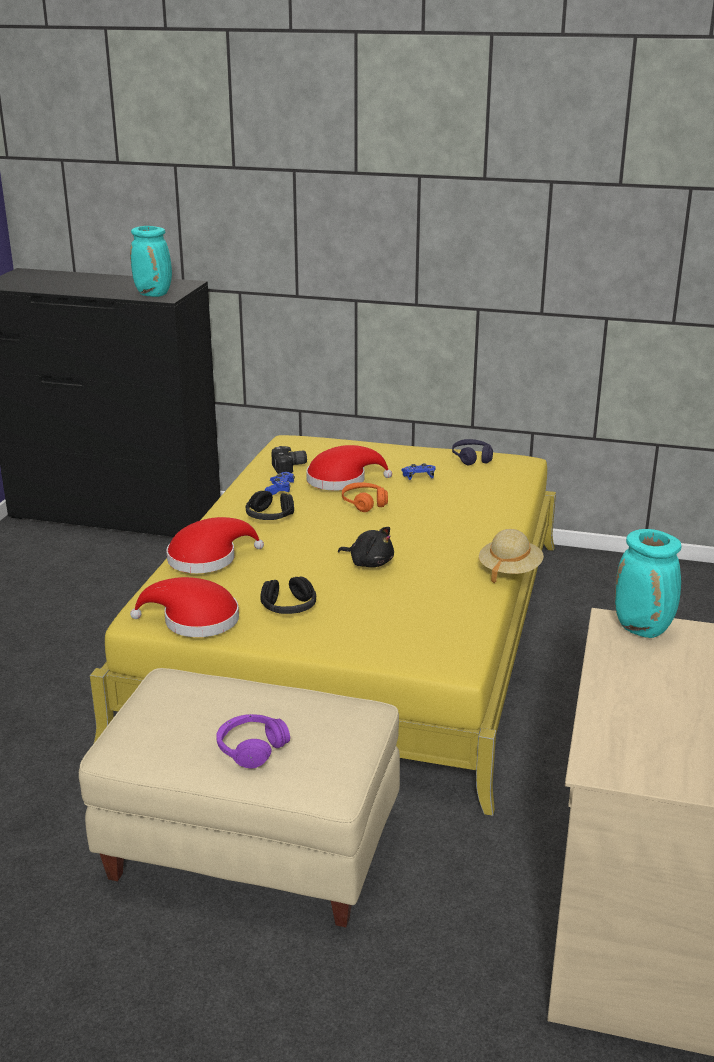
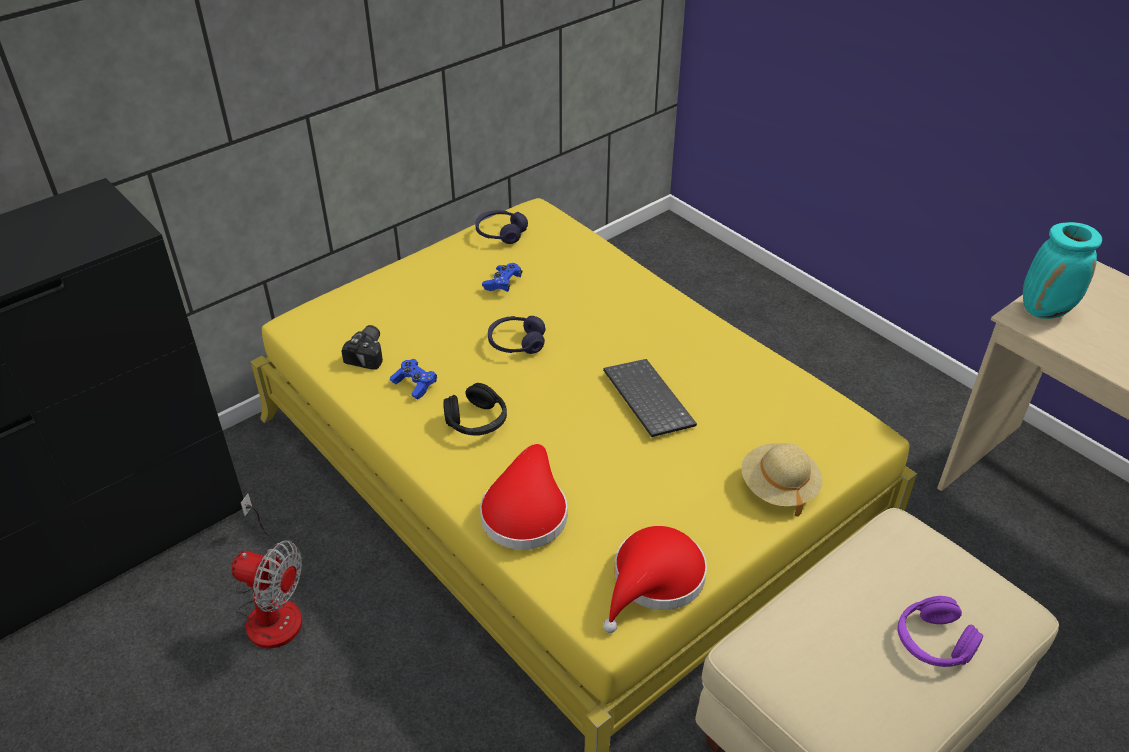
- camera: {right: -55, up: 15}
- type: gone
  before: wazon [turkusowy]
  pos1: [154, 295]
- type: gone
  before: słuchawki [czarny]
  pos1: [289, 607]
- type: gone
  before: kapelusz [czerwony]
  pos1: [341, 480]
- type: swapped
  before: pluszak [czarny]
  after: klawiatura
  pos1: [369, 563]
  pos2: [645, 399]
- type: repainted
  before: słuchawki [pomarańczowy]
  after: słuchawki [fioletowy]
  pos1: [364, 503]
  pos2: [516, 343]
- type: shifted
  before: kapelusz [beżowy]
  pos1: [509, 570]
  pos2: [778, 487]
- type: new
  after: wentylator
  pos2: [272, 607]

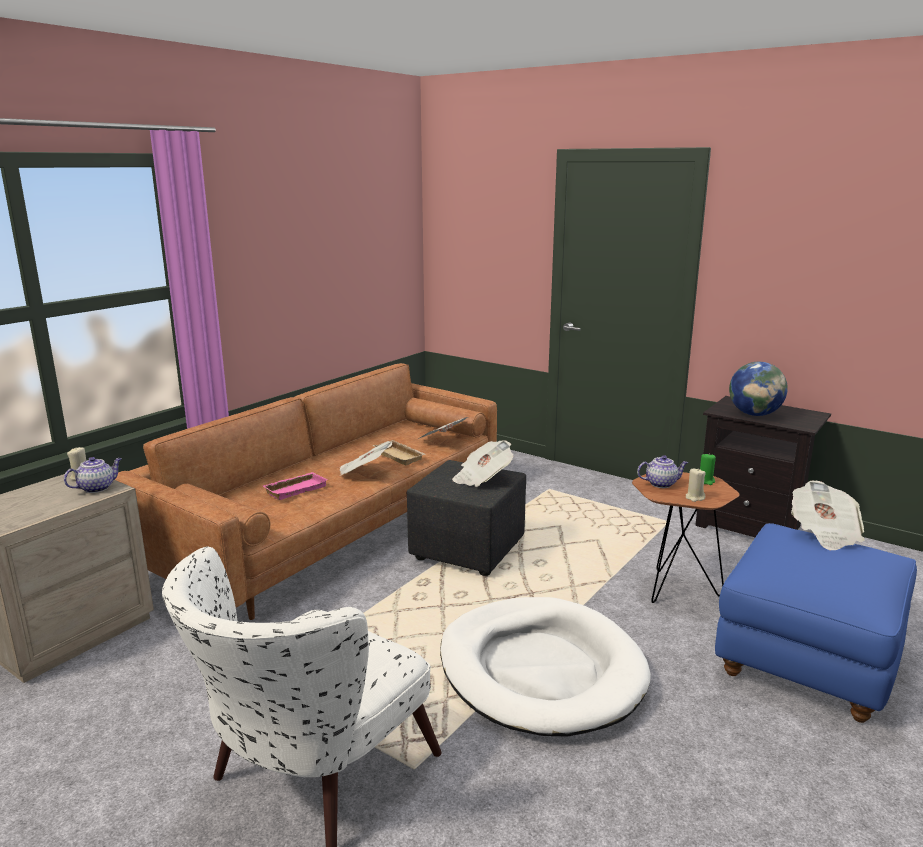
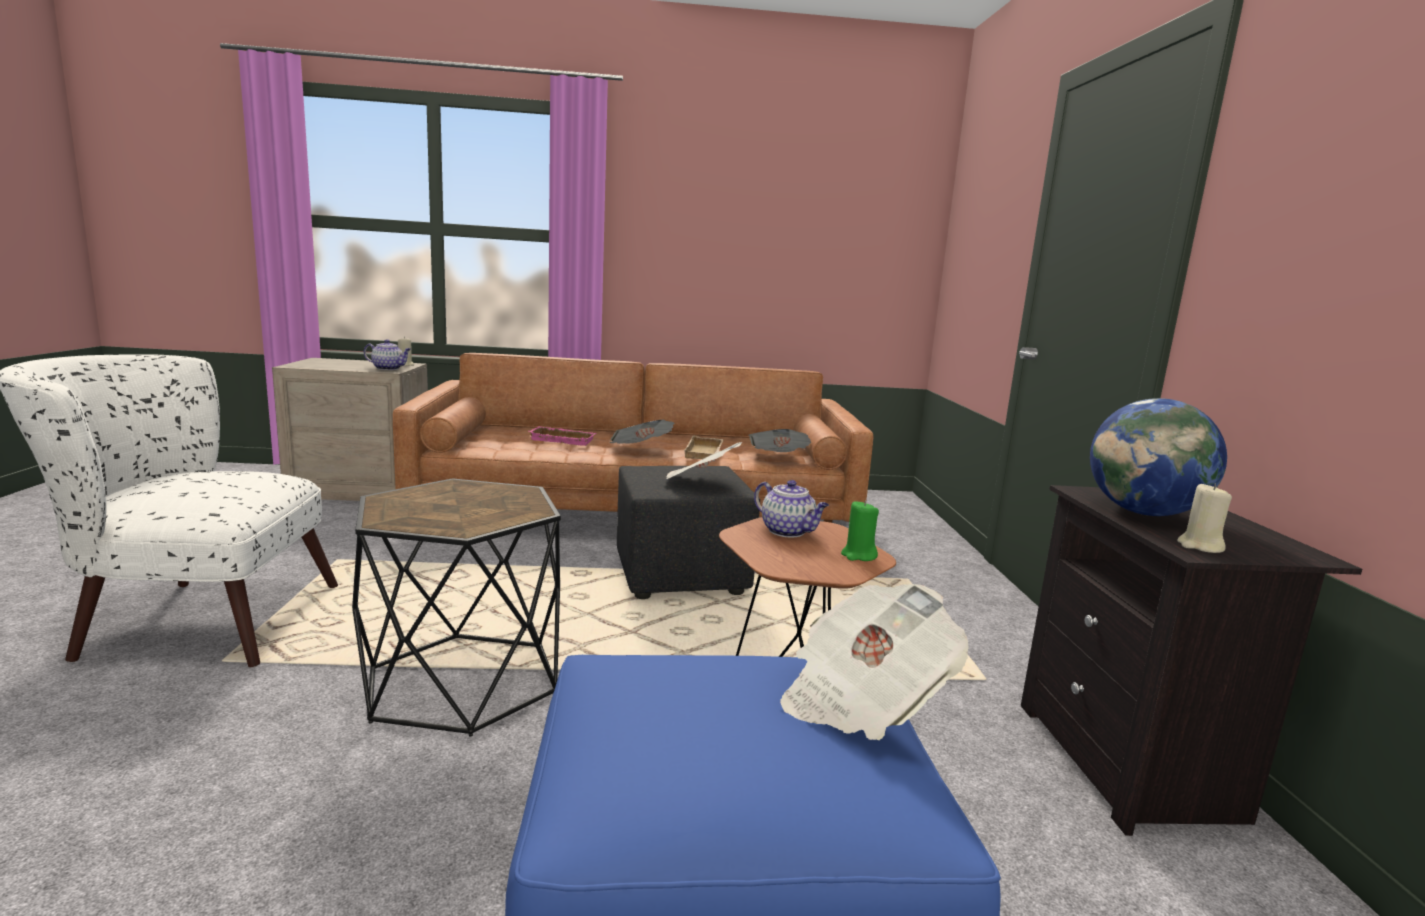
- camera: {right: 50, up: -5}
- type: swapped
  before: legowisko [biały]
  after: stolik [czarny]
  pos1: [540, 670]
  pos2: [463, 682]
- type: shifted
  before: świeca [beżowy]
  pos1: [694, 497]
  pos2: [1200, 546]

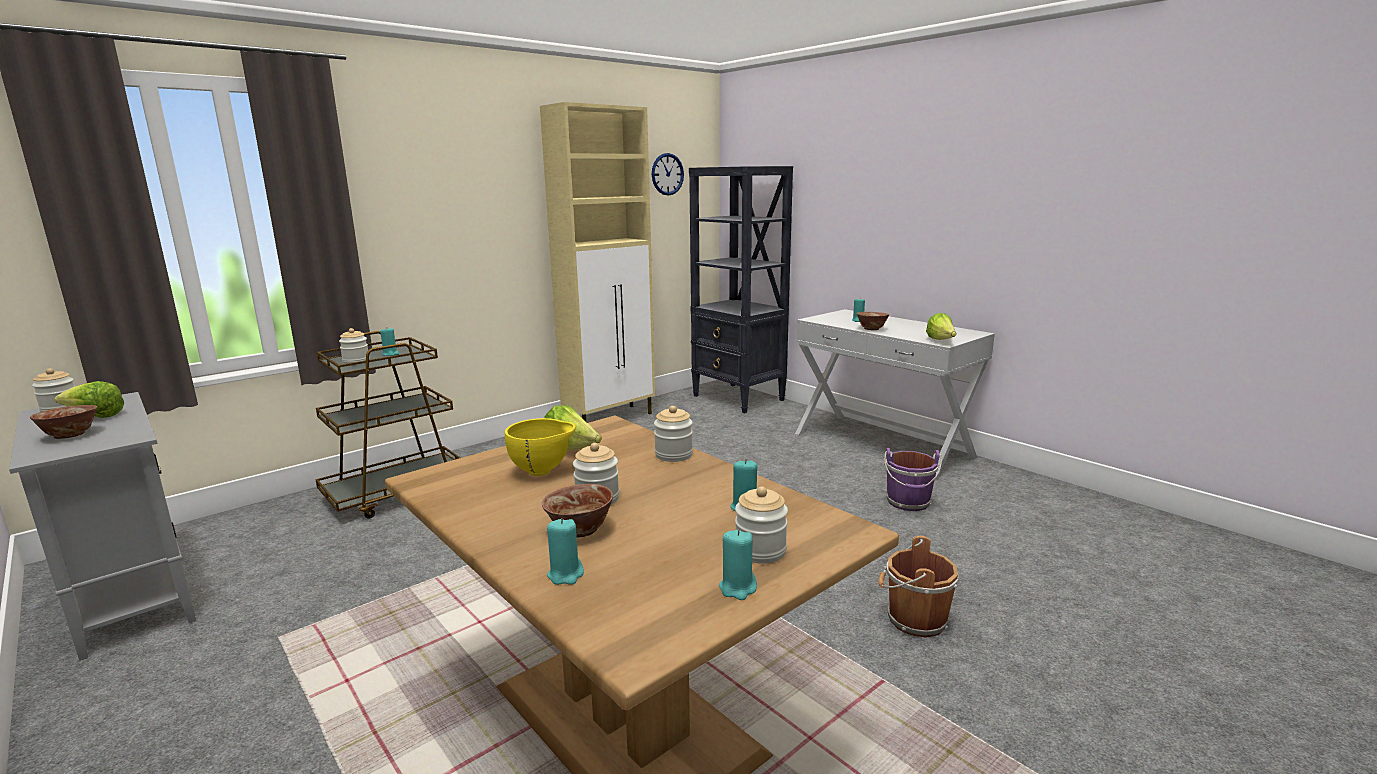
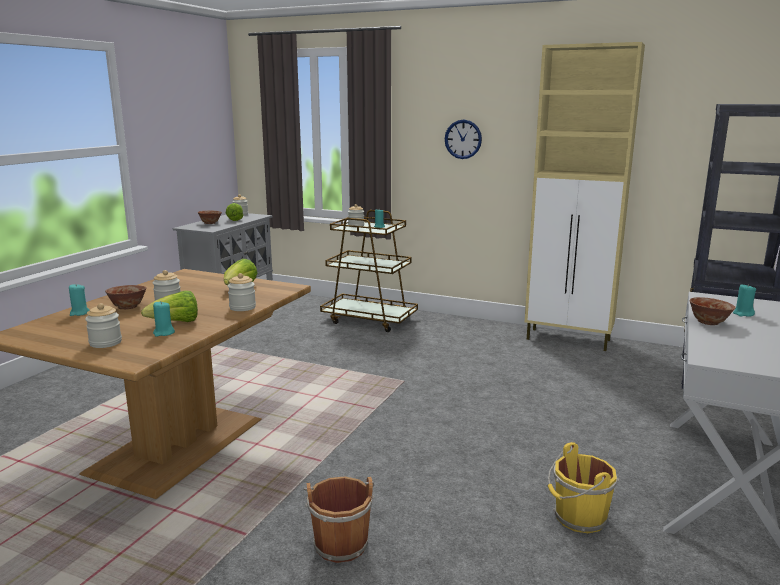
- camera: {right: 65, up: 0}
- type: gone
  before: miska [żółty]
  pos1: [543, 471]
- type: shifted
  before: zegar ścienny
  pos1: [667, 174]
  pos2: [463, 139]
- type: gone
  before: świeca [turkusowy]
  pos1: [738, 588]
- type: repainted
  before: wiadro [fioletowy]
  after: wiadro [żółty]
  pos1: [908, 503]
  pos2: [578, 518]
- type: shifted
  before: sałata
  pos1: [941, 341]
  pos2: [176, 323]

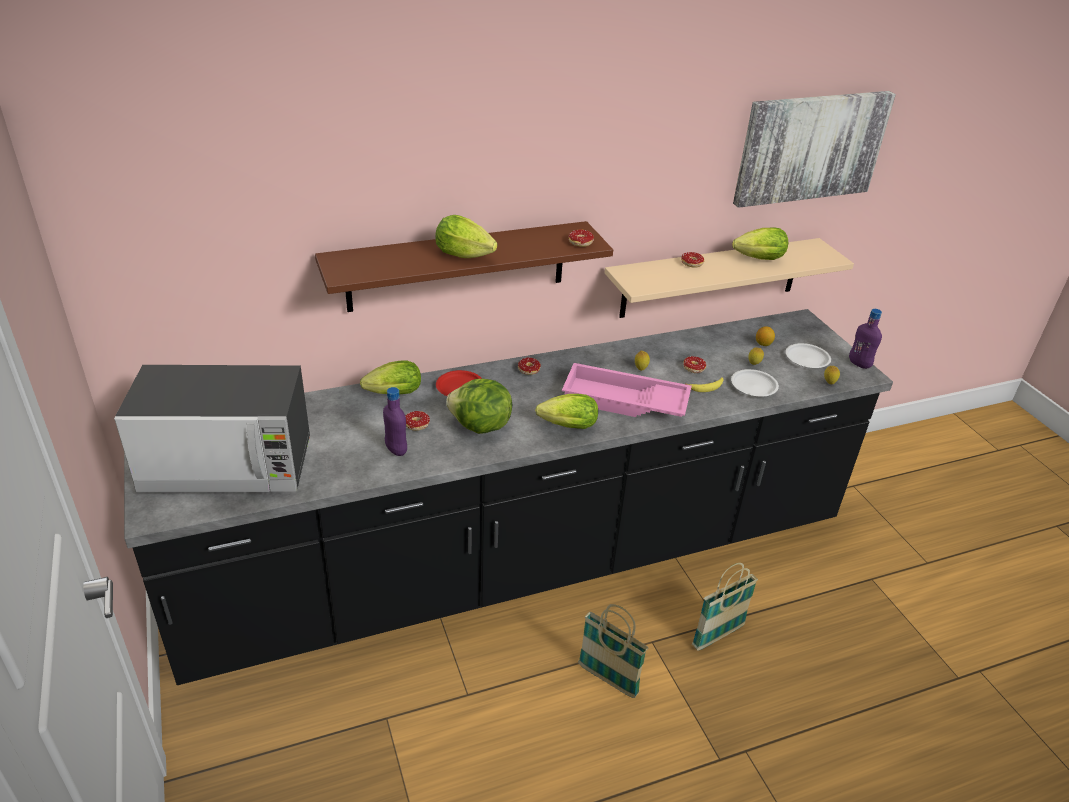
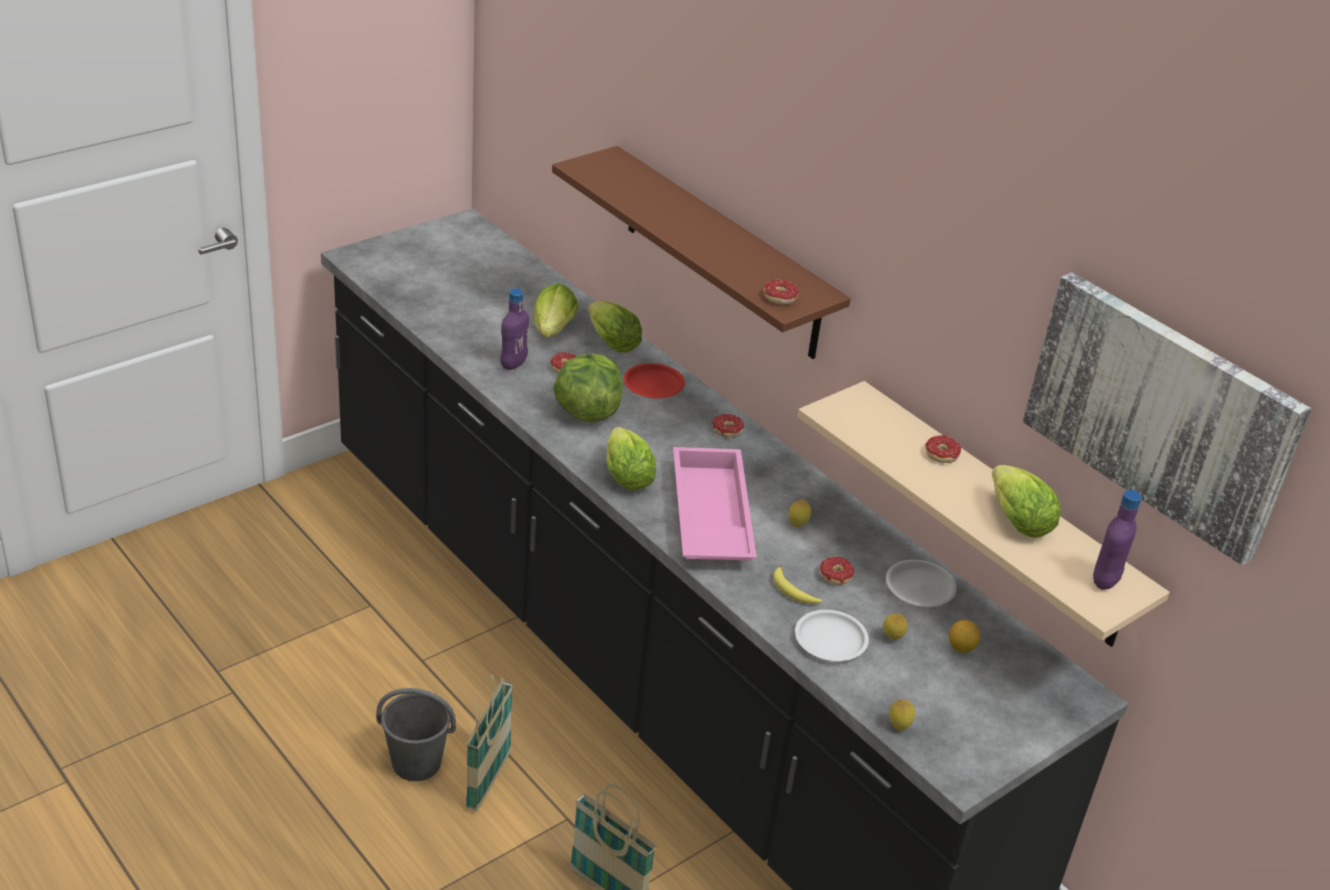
- camera: {right: 70, up: 0}
- type: gone
  before: mikrofalówka
  pos1: [228, 465]
- type: shifted
  before: sałata
  pos1: [467, 256]
  pos2: [552, 332]
- type: shifted
  before: talerz [biały]
  pos1: [807, 359]
  pos2: [920, 588]
- type: shifted
  before: butelka [fioletowy]
  pos1: [859, 364]
  pos2: [1105, 580]
- type: new
  after: wiadro [szary]
  pos2: [415, 763]

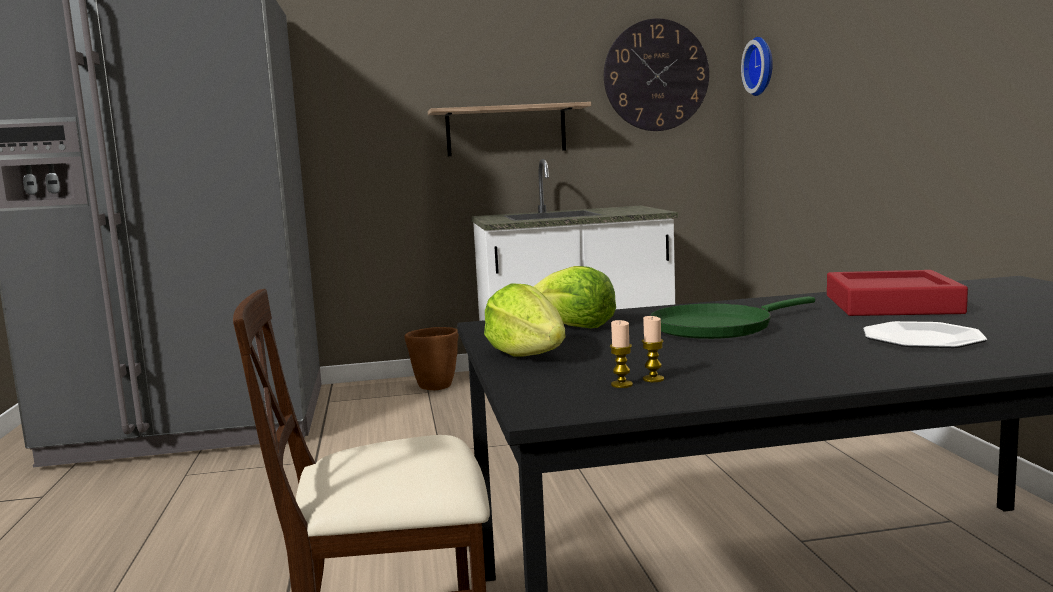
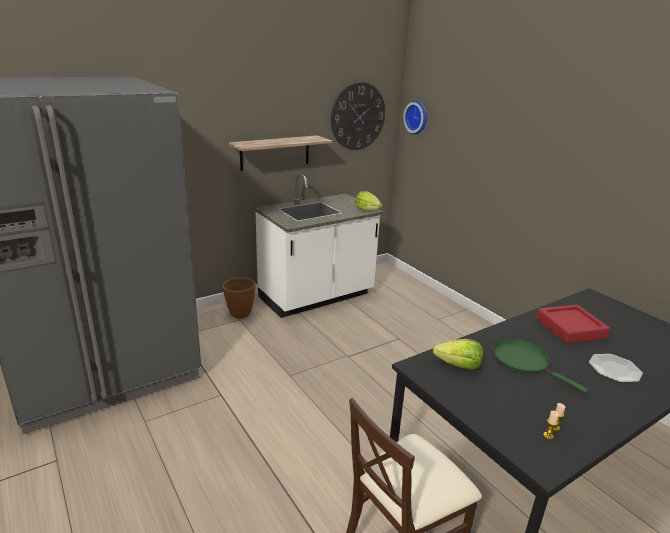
- camera: {right: -25, up: 15}
- type: shifted
  before: sałata
  pos1: [528, 355]
  pos2: [367, 209]
- type: rotated
  before: patelnia [zielony]
  pos1: [716, 327]
  pos2: [524, 361]
  turn: 105

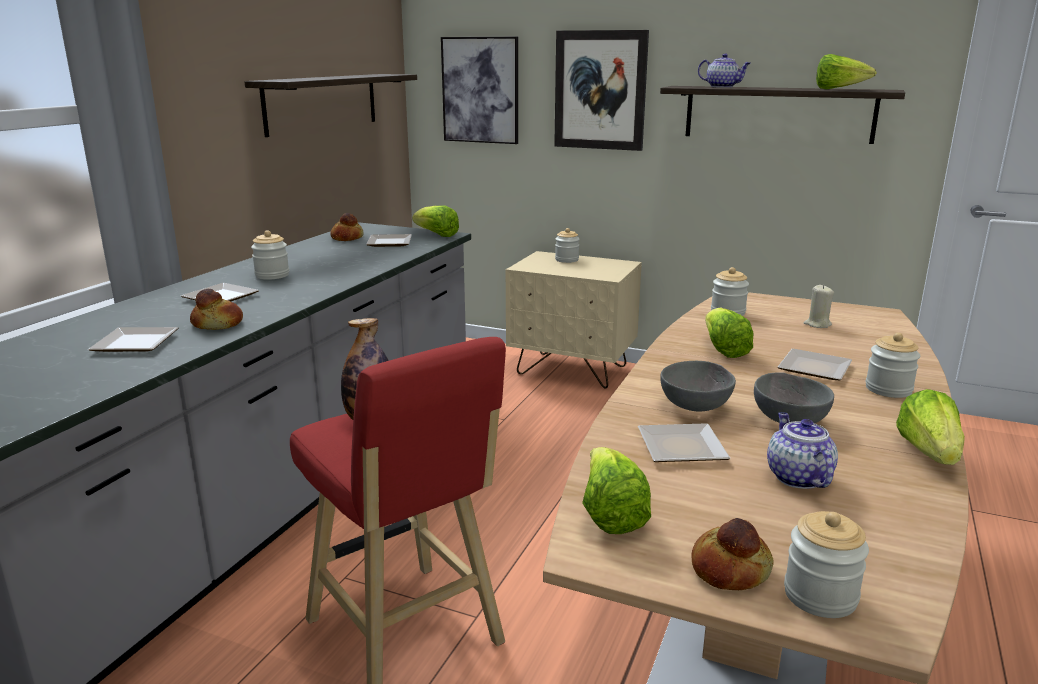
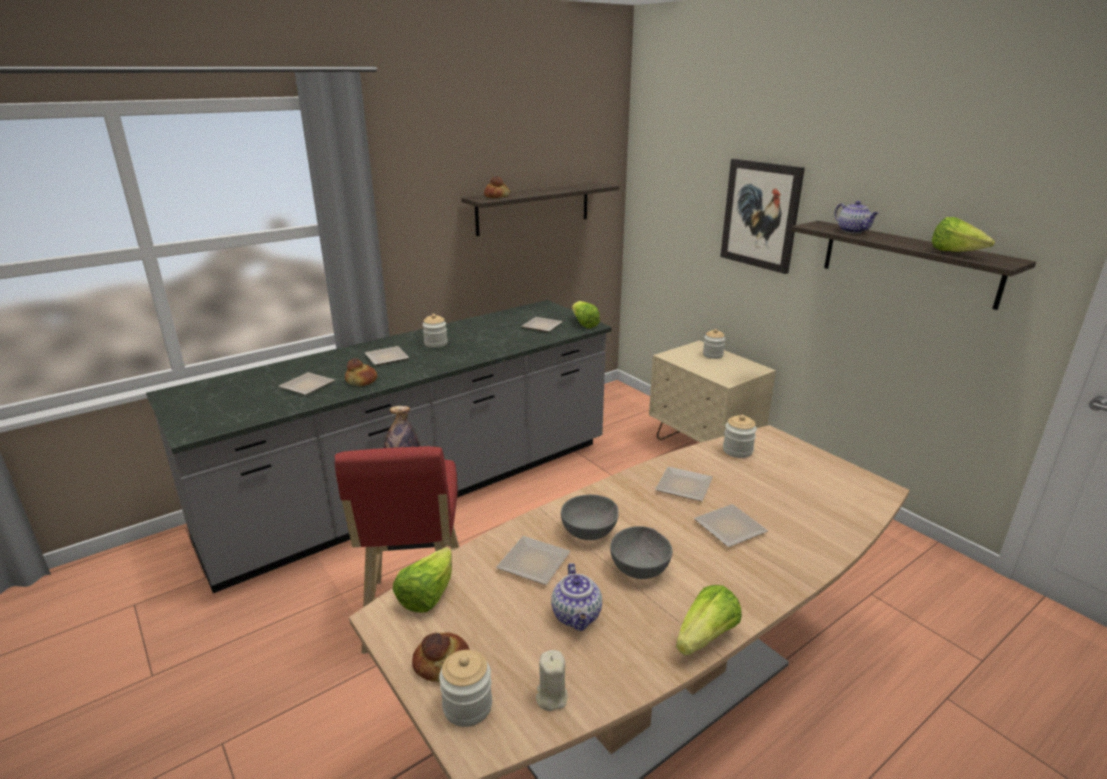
- camera: {right: 30, up: 5}
- type: shifted
  before: chleb
  pos1: [347, 238]
  pos2: [496, 196]
- type: gone
  before: obraz
  pos1: [480, 90]
- type: swapped
  before: sałata
  after: talerz
  pos1: [723, 349]
  pos2: [681, 487]
- type: rotated
  before: imbryk
  pos1: [797, 477]
  pos2: [577, 616]
  turn: 150
- type: shifted
  before: świeca [beżowy]
  pos1: [817, 324]
  pos2: [551, 697]
- type: gone
  before: słoik
  pos1: [888, 389]

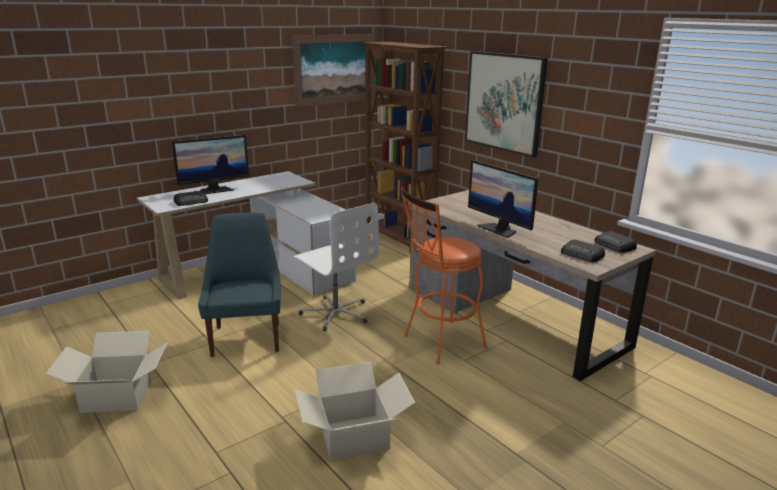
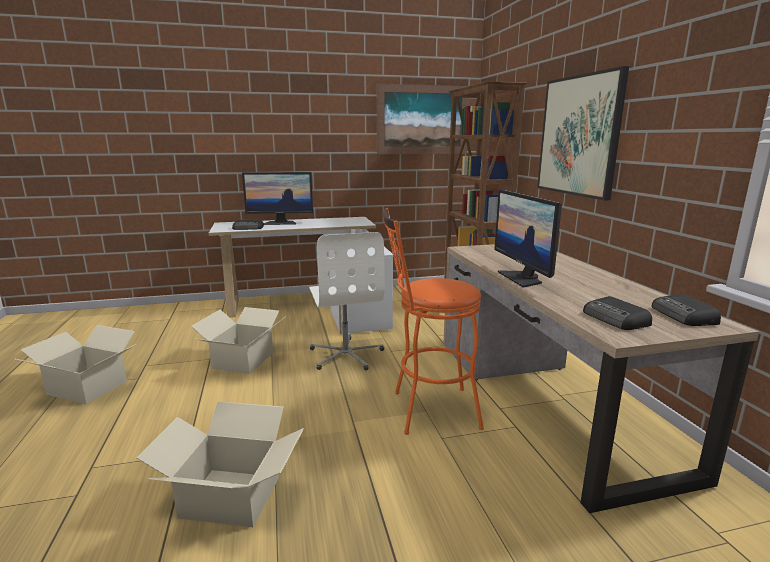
- camera: {right: 25, up: -5}
- type: swapped
  before: krzesło [niebieski]
  after: karton
  pos1: [247, 337]
  pos2: [244, 360]

